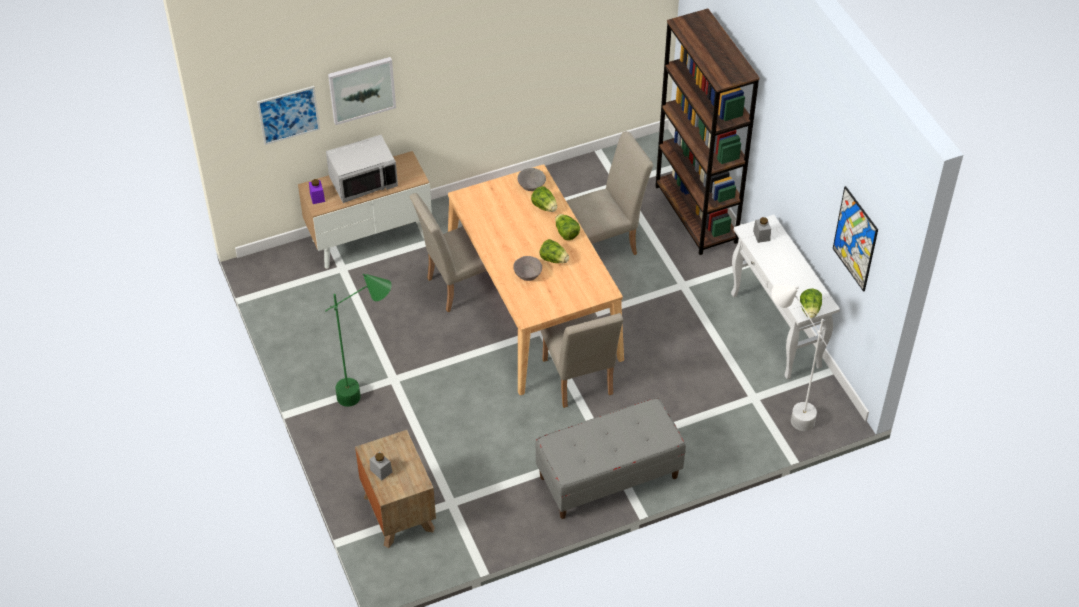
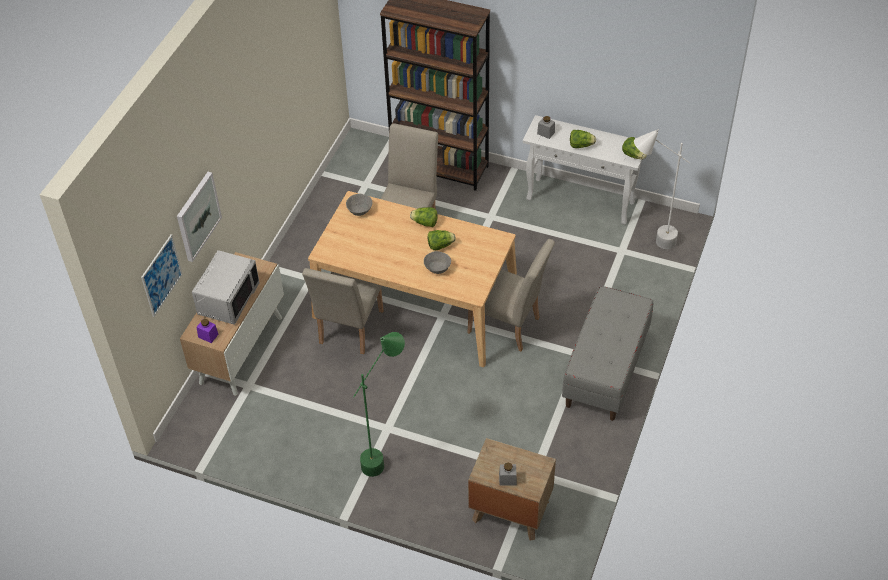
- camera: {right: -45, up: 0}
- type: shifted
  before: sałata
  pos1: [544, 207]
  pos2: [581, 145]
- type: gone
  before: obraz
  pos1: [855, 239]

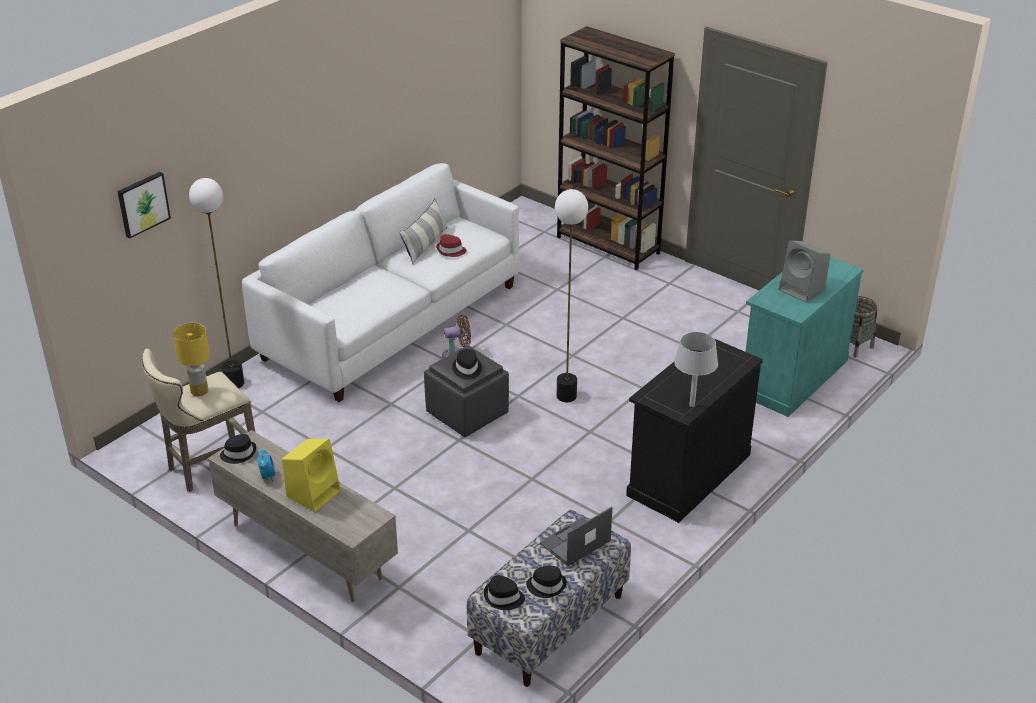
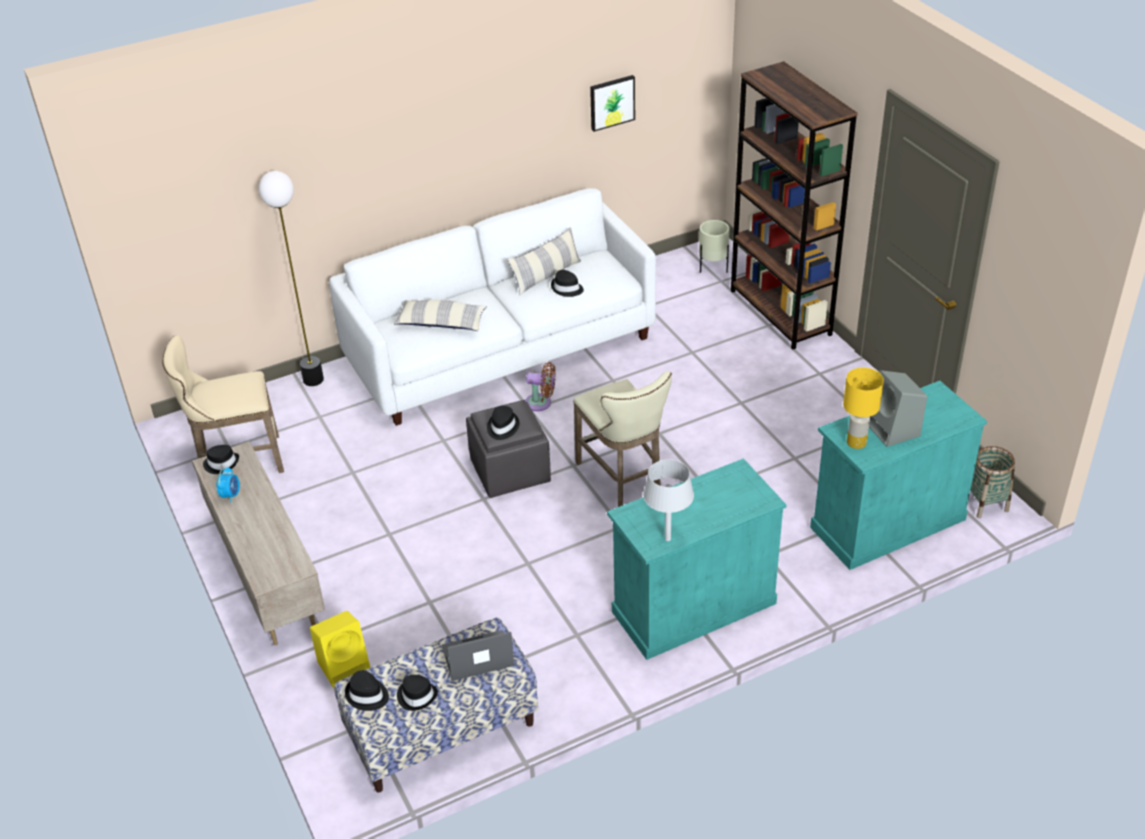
- camera: {right: 25, up: 5}
- type: shifted
  before: obraz
  pos1: [142, 204]
  pos2: [611, 102]
- type: shifted
  before: lampa stołowa [żółty]
  pos1: [200, 391]
  pos2: [857, 443]
- type: shifted
  before: głośnik [żółty]
  pos1: [314, 493]
  pos2: [345, 665]
- type: repainted
  before: kapelusz [czerwony]
  after: kapelusz [czarny]
  pos1: [451, 251]
  pos2: [567, 288]
- type: swapped
  before: lampa stojąca
  after: stołek [beżowy]
  pos1: [566, 396]
  pos2: [622, 479]
- type: repainted
  before: szafka [czarny]
  after: szafka [turkusowy]
  pos1: [688, 474]
  pos2: [693, 607]
- type: new
  after: poduszka
  pos2: [441, 323]
- type: new
  after: donica [beżowy]
  pos2: [713, 269]

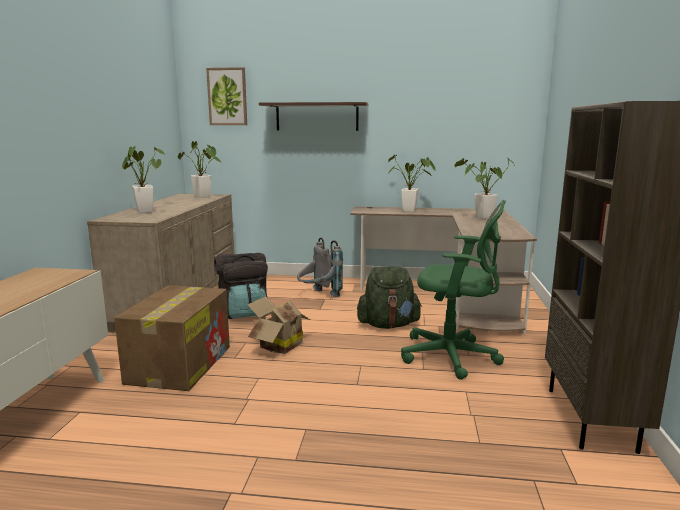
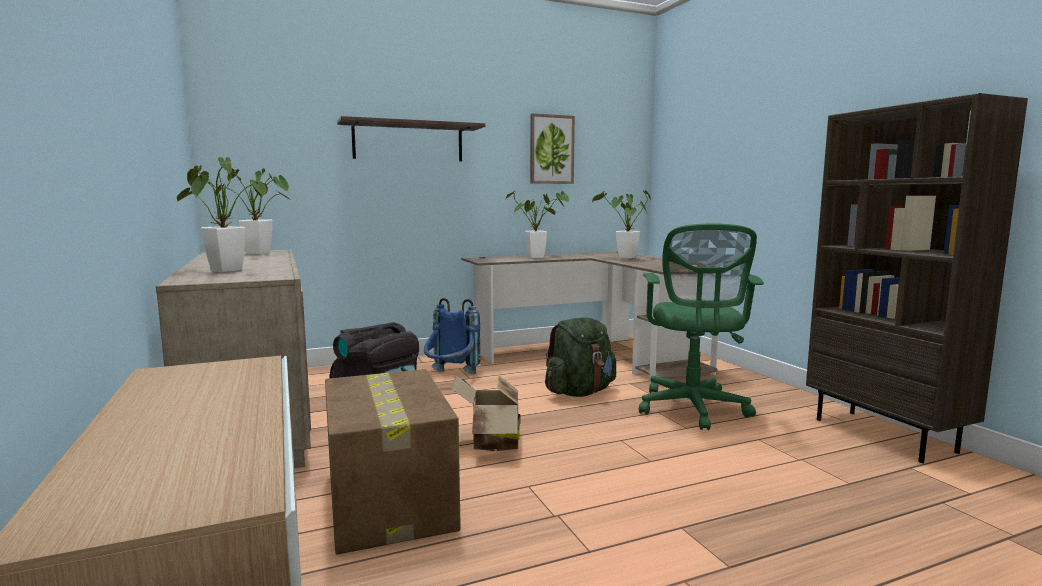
- camera: {right: -30, up: -5}
- type: shifted
  before: obraz
  pos1: [227, 97]
  pos2: [551, 149]
- type: repainted
  before: plecak [szary]
  after: plecak [niebieski]
  pos1: [318, 296]
  pos2: [450, 377]
- type: rotated
  before: krzesło biurowe [zielony]
  pos1: [453, 357]
  pos2: [693, 409]
  turn: 105

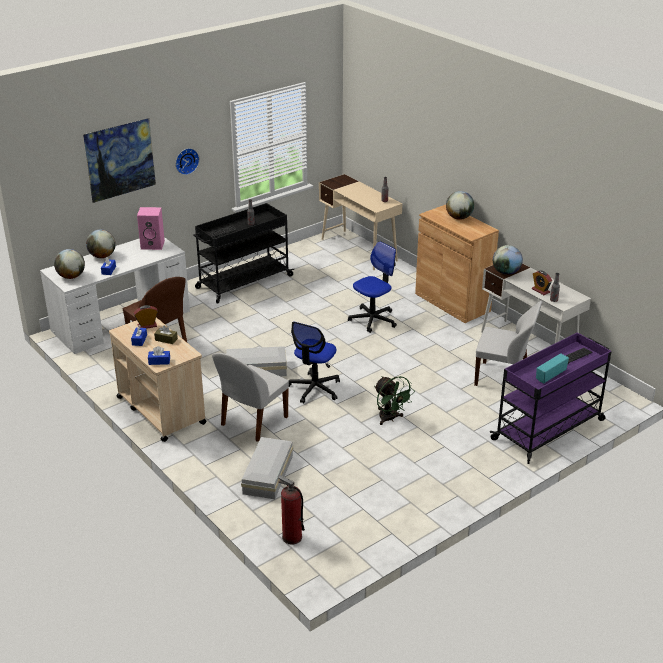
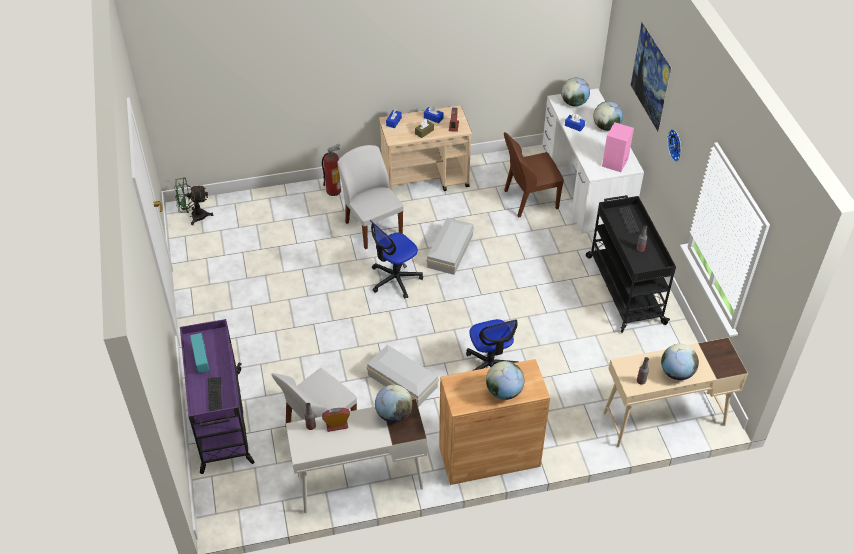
- camera: {right: 115, up: 15}
- type: shifted
  before: pojemnik do przechowywania [biały]
  pos1: [267, 475]
  pos2: [402, 380]
- type: shifted
  before: gaśnica
  pos1: [291, 537]
  pos2: [333, 190]
- type: rotated
  before: krzesło biurowe
  pos1: [314, 389]
  pos2: [395, 279]
  turn: -90
- type: shifted
  before: wentylator [zielony]
  pos1: [390, 419]
  pos2: [194, 216]
- type: new
  after: globus
  pos2: [676, 373]

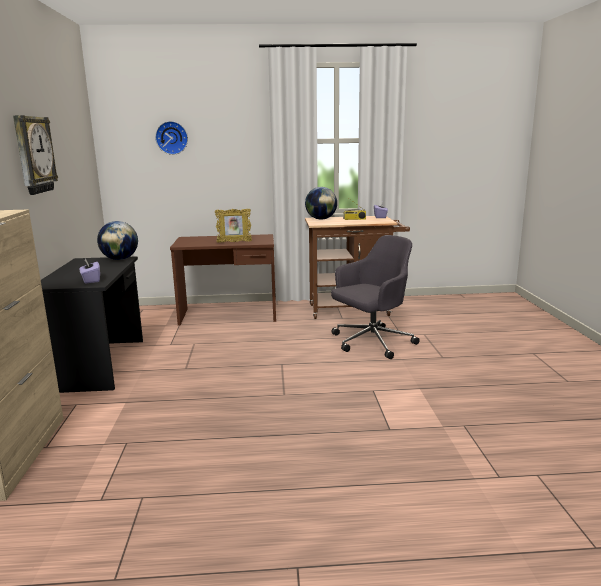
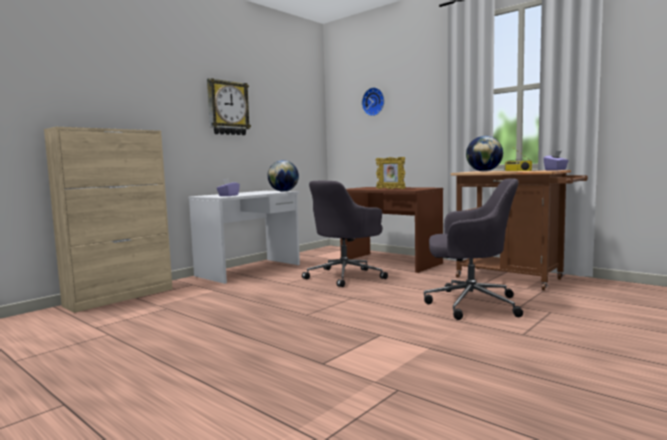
- camera: {right: 45, up: -10}
- type: repainted
  before: biurko [czarny]
  after: biurko [biały]
  pos1: [100, 364]
  pos2: [249, 270]
- type: new
  after: krzesło biurowe [szary]
  pos2: [345, 276]

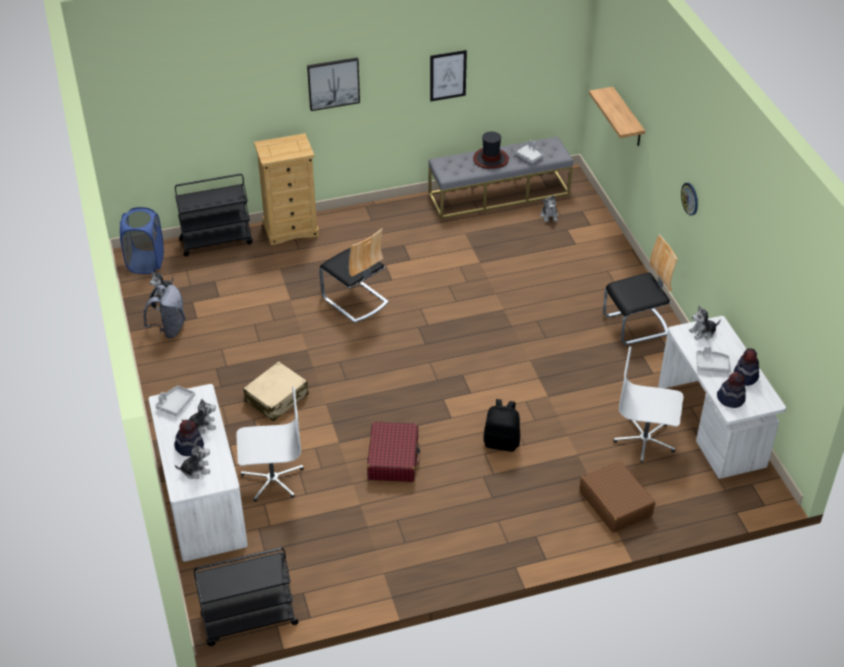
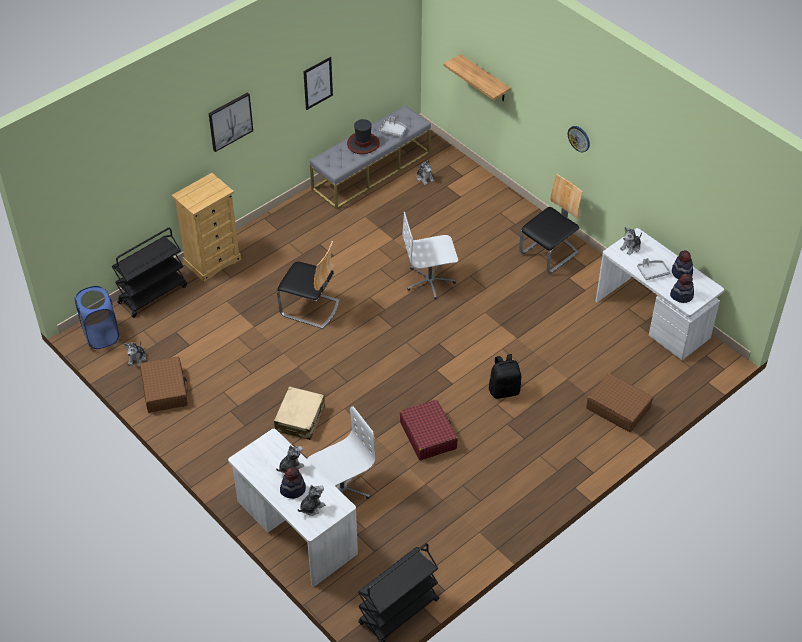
- camera: {right: -25, up: 5}
- type: swapped
  before: plecak [szary]
  after: walizka [brązowy]
  pos1: [169, 329]
  pos2: [165, 390]
- type: gone
  before: taca [szary]
  pos1: [175, 404]
- type: shifted
  before: krzesło biurowe [biały]
  pos1: [645, 440]
  pos2: [430, 281]

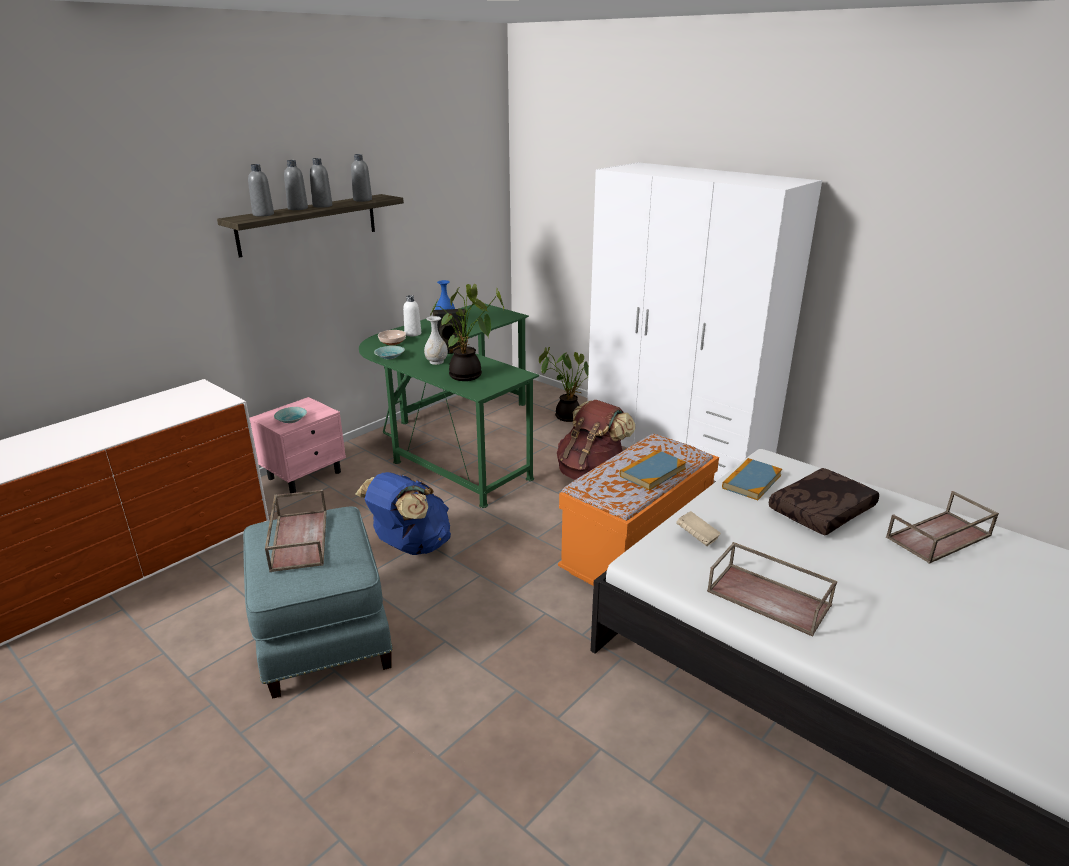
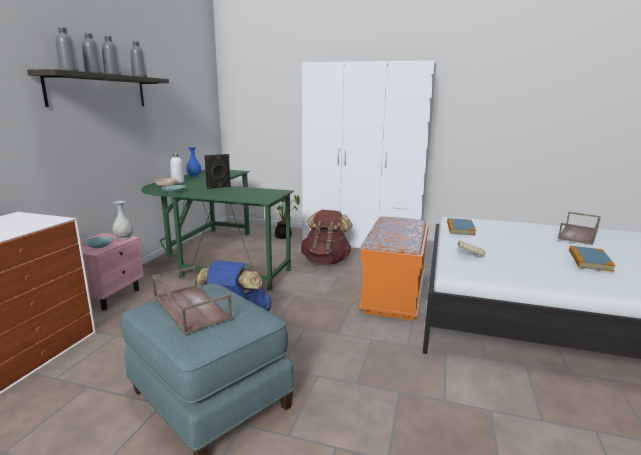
- camera: {right: -25, up: -10}
- type: shifted
  before: wazon [biały]
  pos1: [436, 362]
  pos2: [124, 238]
- type: gone
  before: roślina doniczkowa
  pos1: [467, 376]
- type: shifted
  before: książka
  pos1: [652, 472]
  pos2: [589, 260]
- type: gone
  before: taca [brązowy]
  pos1: [770, 598]
- type: gone
  before: poduszka [brązowy]
  pos1: [822, 512]

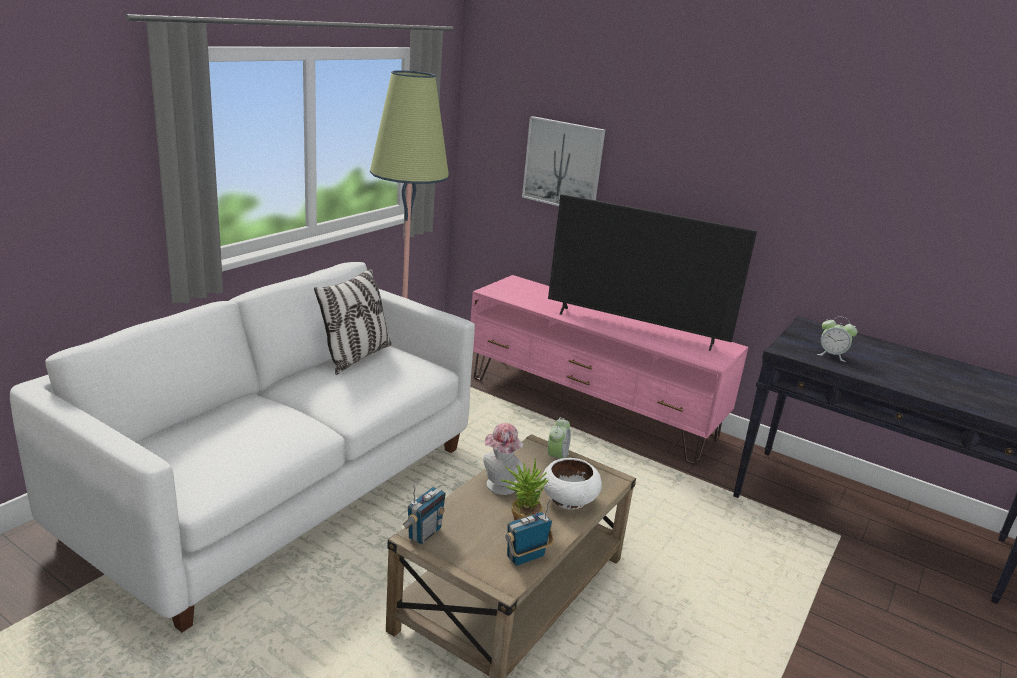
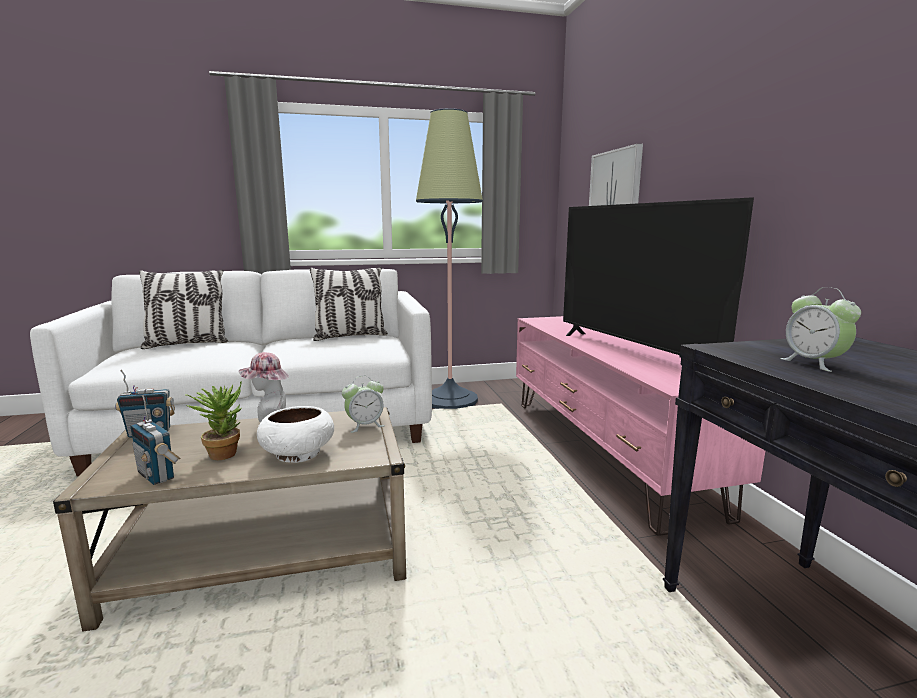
- camera: {right: 45, up: -10}
- type: rotated
  before: radio
  pos1: [526, 557]
  pos2: [157, 476]
  turn: -150
- type: new
  after: poduszka
  pos2: [187, 344]

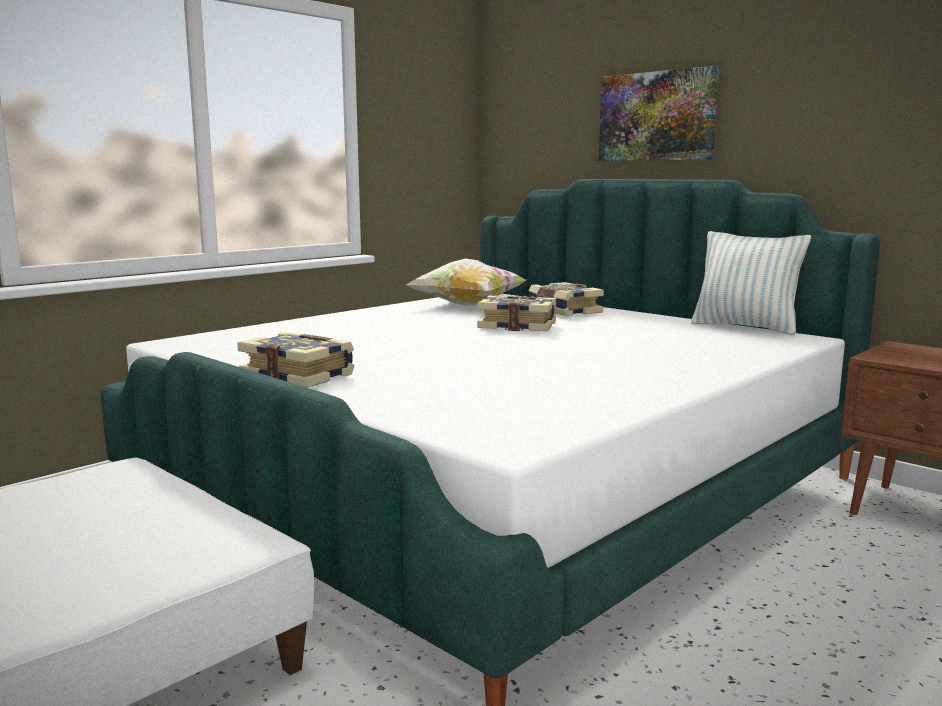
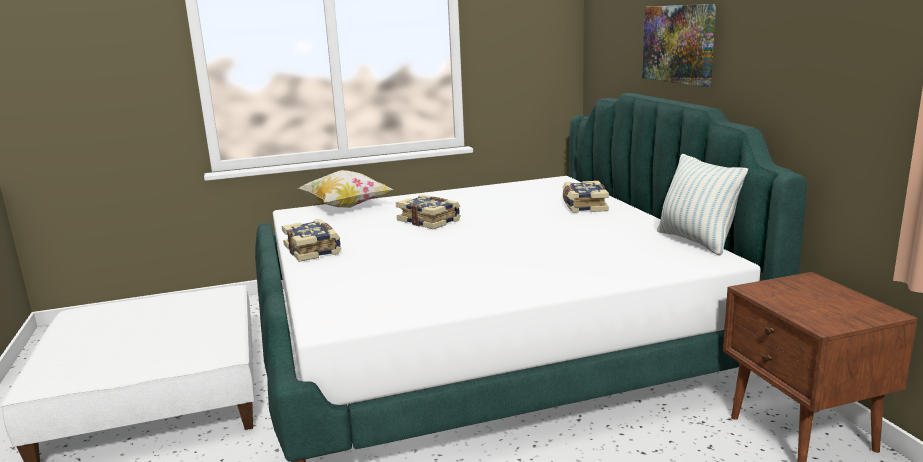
- camera: {right: 30, up: 5}
- type: shifted
  before: poduszka
  pos1: [467, 305]
  pos2: [346, 207]
- type: shifted
  before: książka
  pos1: [517, 326]
  pos2: [429, 221]

